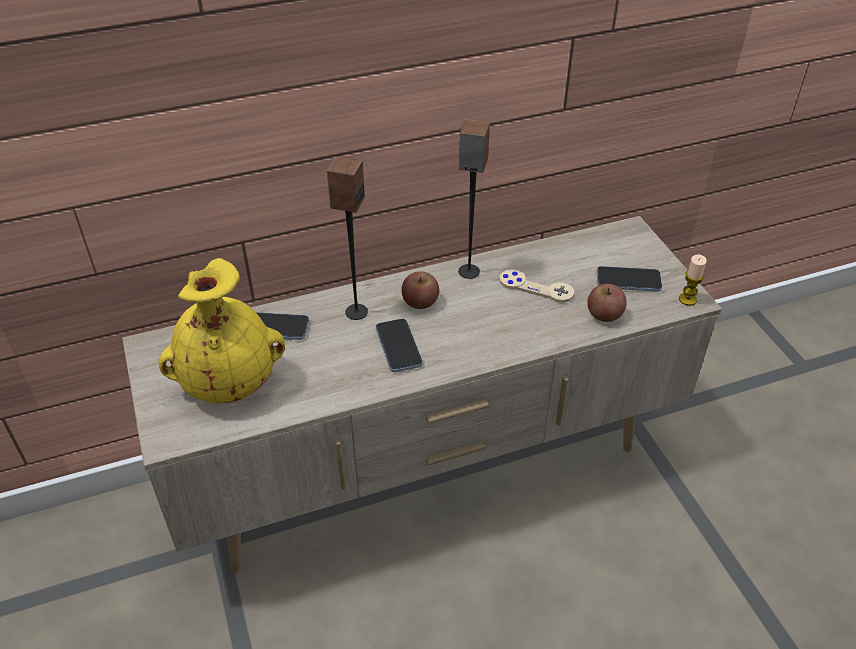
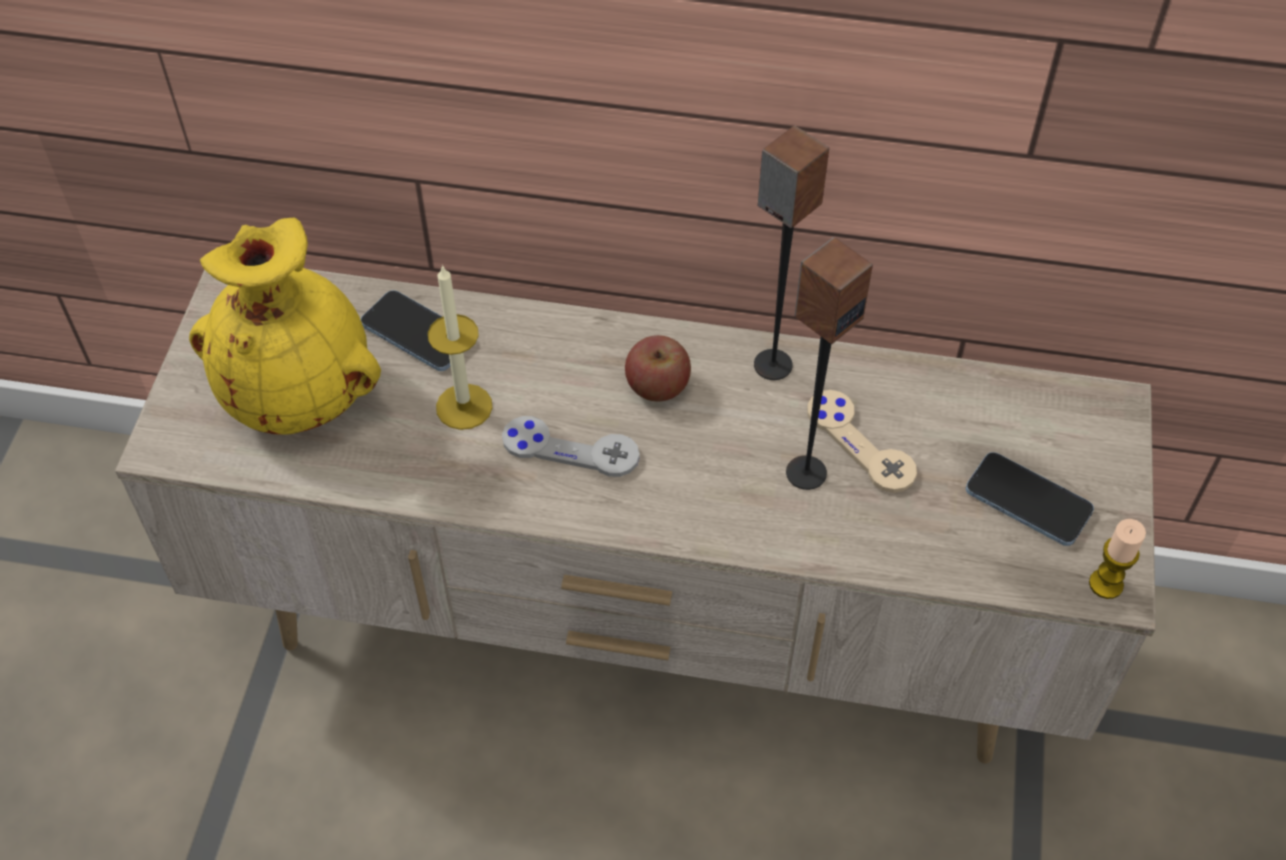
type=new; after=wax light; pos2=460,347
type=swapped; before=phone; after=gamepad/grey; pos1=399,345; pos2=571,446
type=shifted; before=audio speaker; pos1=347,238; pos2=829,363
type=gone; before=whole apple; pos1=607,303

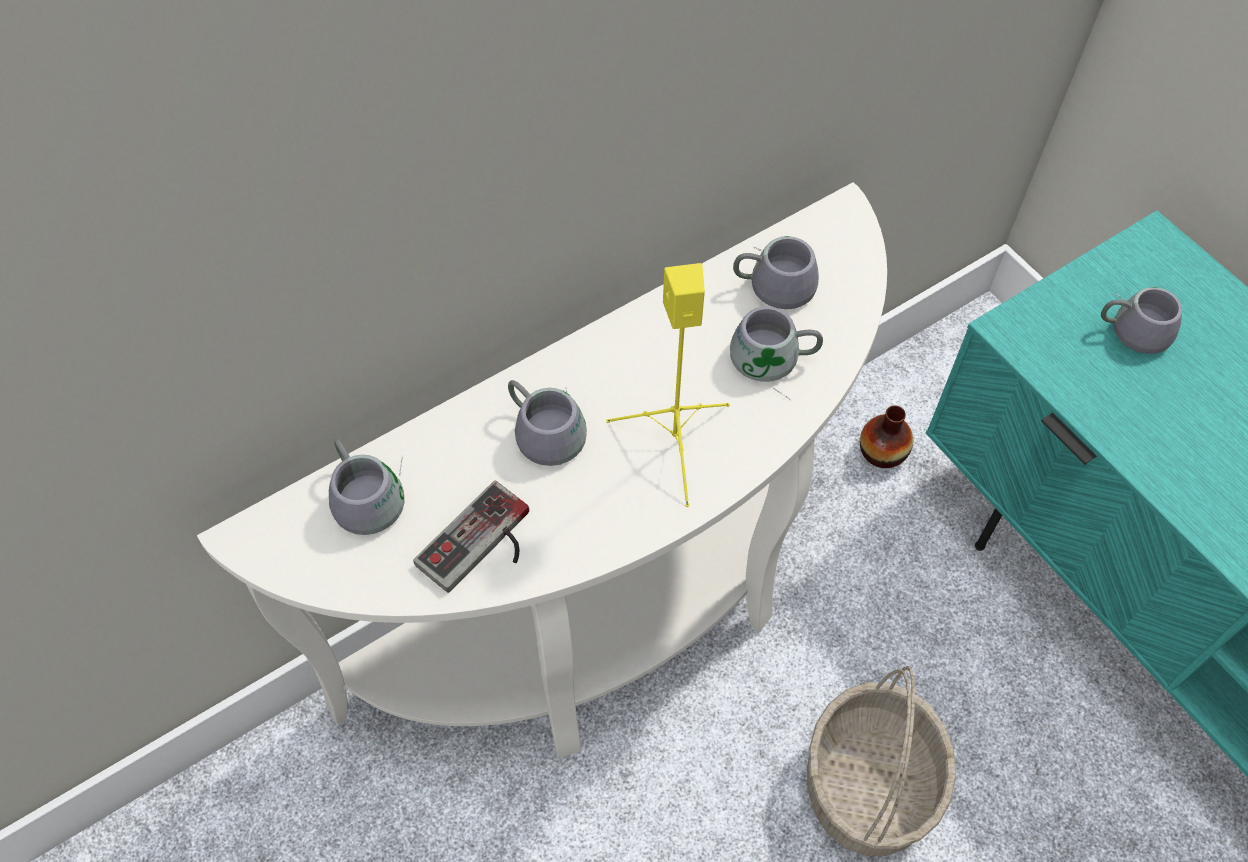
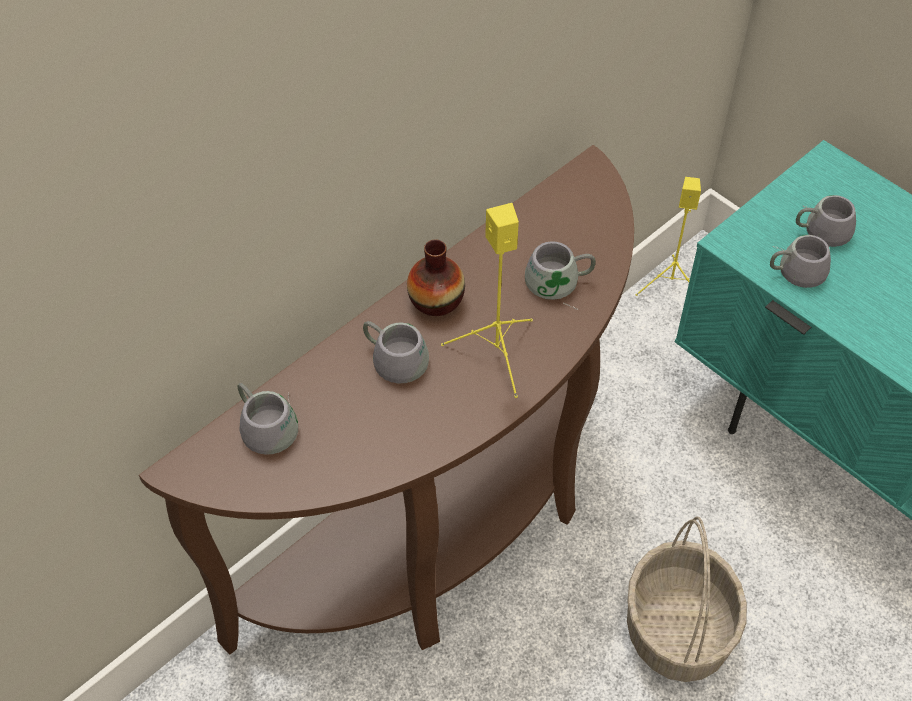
type=repainted; before=hall table/whitish; after=hall table/brown-coloured; pos1=542,470; pos2=386,400
type=shifted; before=decorative vase; pos1=886,436; pos2=436,278
type=new; after=audio speaker/yellow-coloured; pos2=668,236
type=shifted; before=tea mug/grey; pos1=776,272; pos2=800,261
type=gone; before=gamepad; pos1=471,537

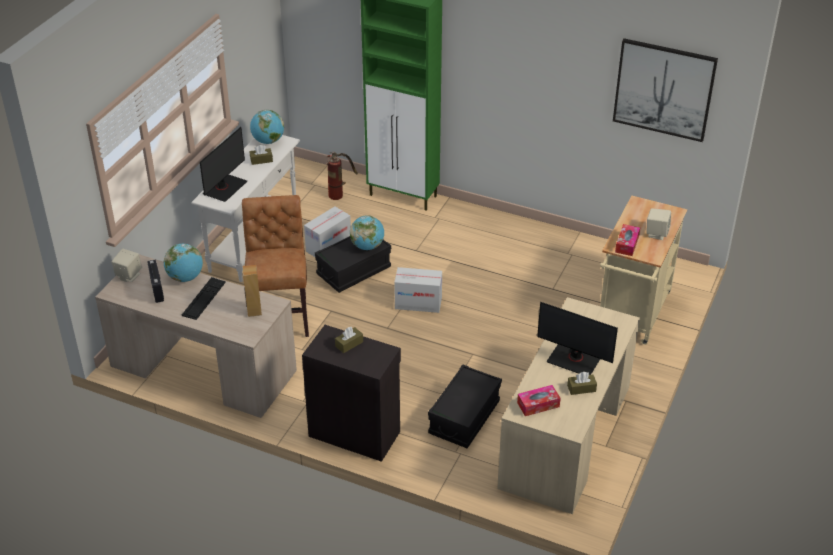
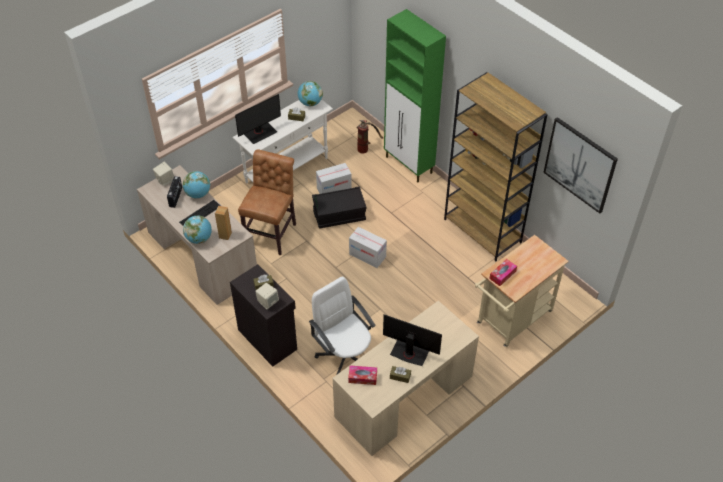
type=shifted; before=world globe; pos1=367,232; pos2=197,229
type=shifted; before=audio speaker/sand-coloured; pos1=658,224; pos2=267,296
type=swapped; before=storage container/black-coloured; after=desk chair/whitish; pos1=465,406; pos2=342,326
type=rotated; before=computer display; pos1=577,338; pos2=412,340; turn=150
type=new; after=bookshelf/brown-coloured; pos2=496,166

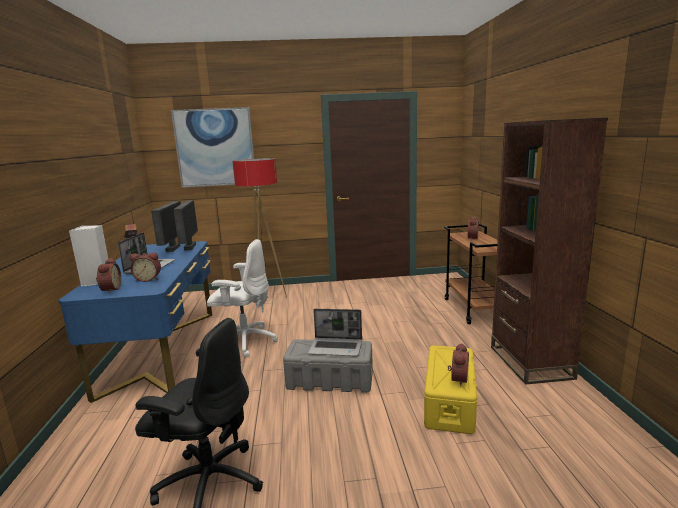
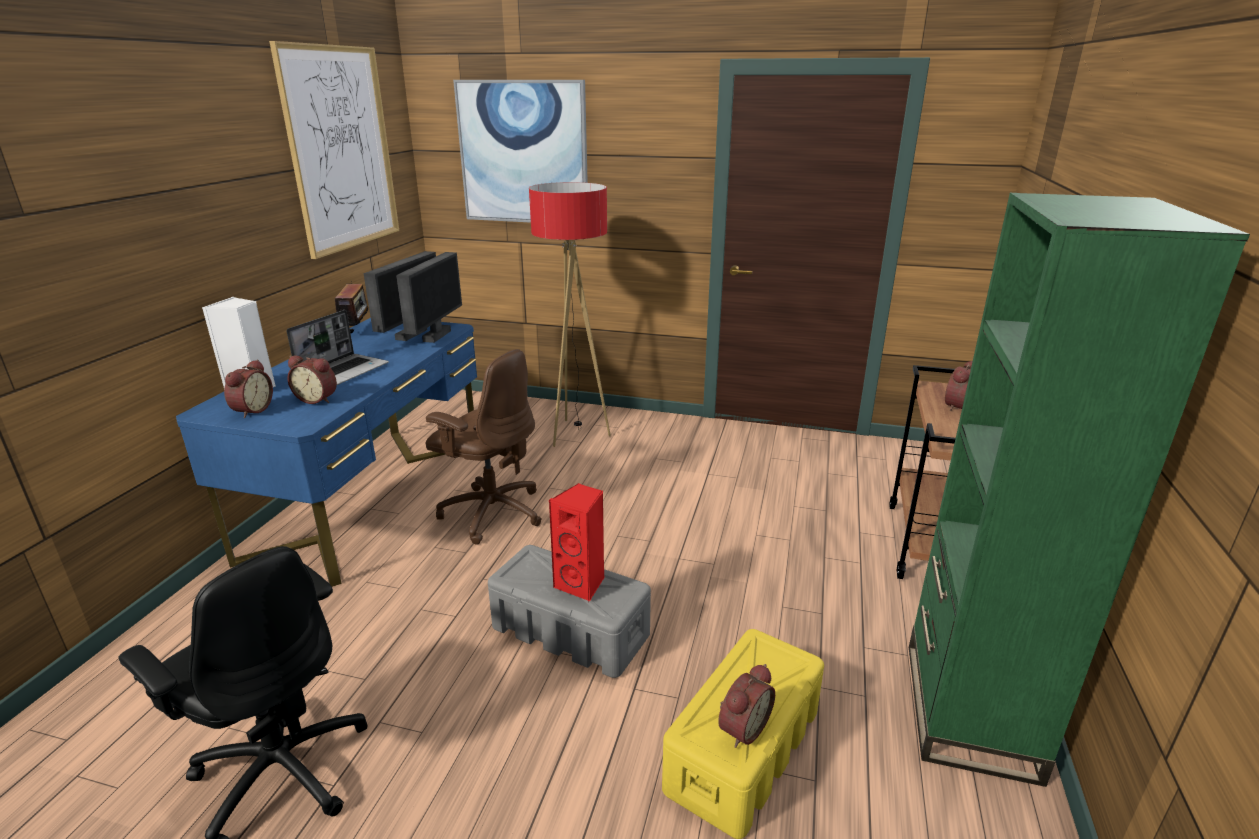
type=new; after=picture; pos2=334,150
type=repainted; before=desk chair/whitish; after=desk chair/brown-coloured; pos1=242,298; pos2=484,447
type=swapped; before=notebook computer; after=audio speaker/red; pos1=335,332; pos2=577,542
type=repainted; before=bookshelf/brown-coloured; after=bookshelf/greenish; pos1=549,251; pos2=1079,490

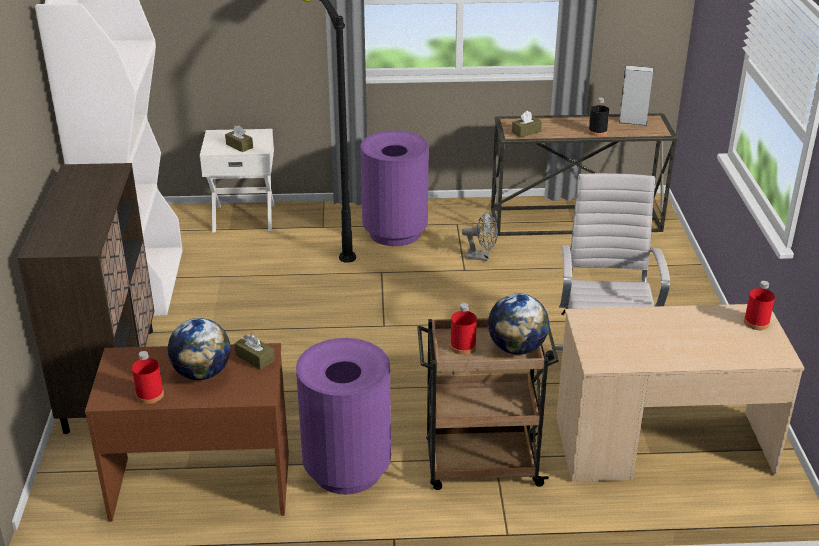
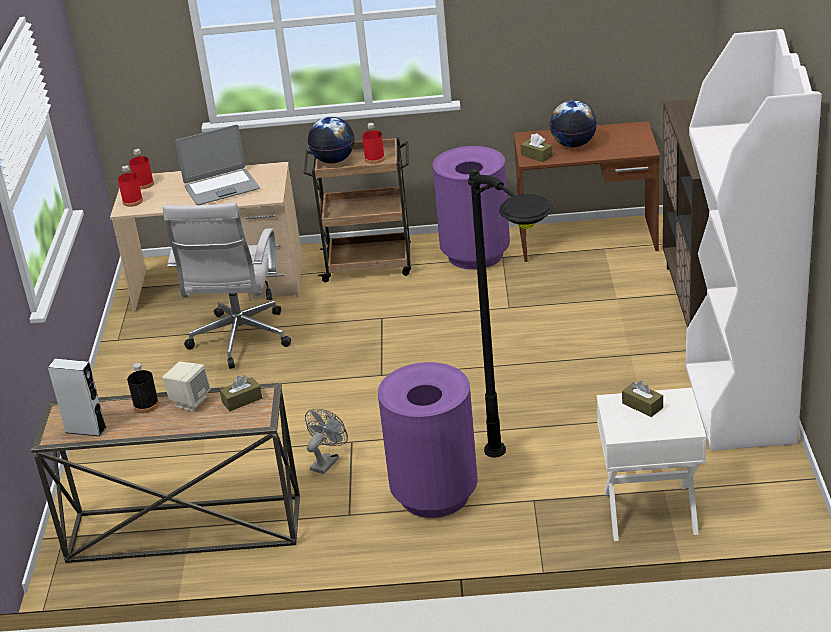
type=shifted; before=bottle/red; pos1=148,377; pos2=141,169
type=new; after=audio speaker/sand-coloured; pos2=186,386
type=new; after=notebook computer; pos2=217,165
type=rotated; before=fan/grey; pos1=480,236; pos2=326,441; turn=105

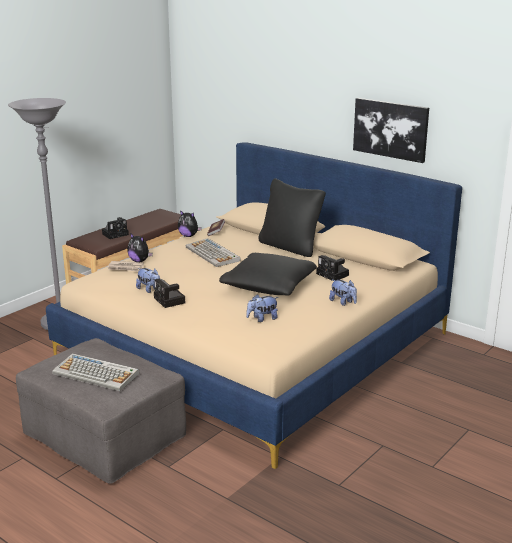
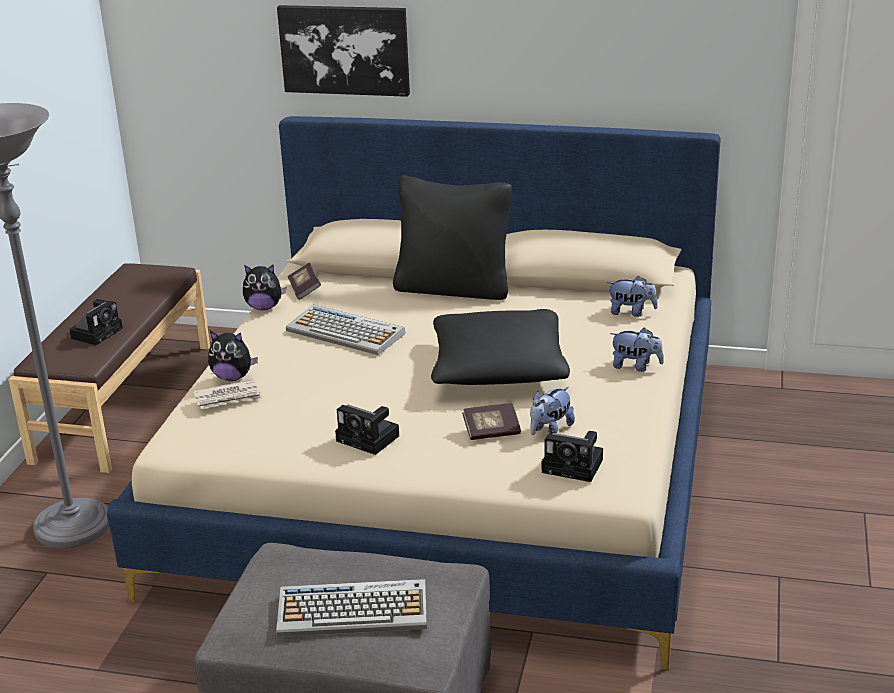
type=shifted; before=picture; pos1=391,130; pos2=343,51
type=new; after=volume; pos2=491,421
type=shifted; before=photo camera; pos1=332,268; pos2=572,456
type=shifted; before=soft toy; pos1=148,280; pos2=632,296

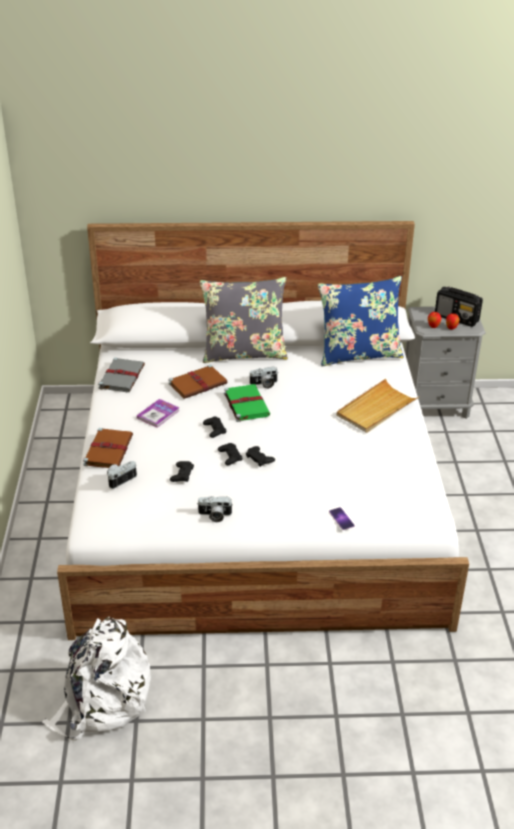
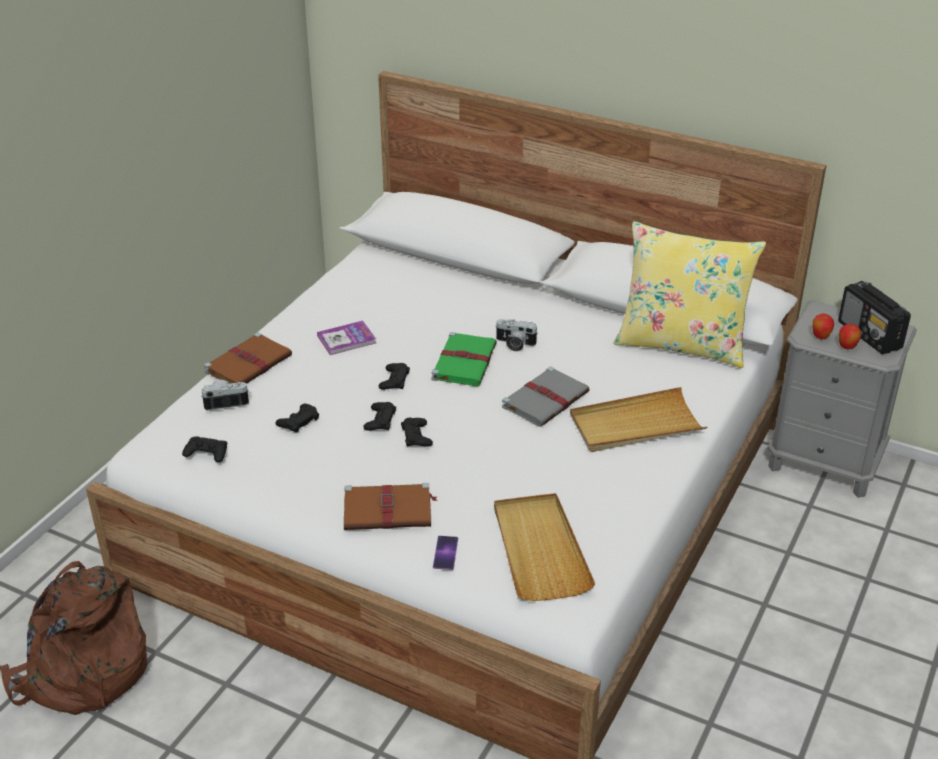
type=repainted; before=backpack/whitish; after=backpack/brown-coloured; pos1=96,679; pos2=73,638
type=new; after=gamepad/black-coloured; pos2=204,449
type=shifted; before=volume/brown-coloured; pos1=198,382; pos2=391,506
type=new; after=serving tray/sand-coloured; pos2=544,547
type=shifted; before=volume/grey; pos1=121,375; pos2=546,397
type=repainted; before=cushion/blue-coloured; after=cushion/yellow-coloured; pos1=361,321; pos2=690,294
type=gone; before=photo camera; pos1=215,509
type=gone; before=cushion/grey; pos1=244,320

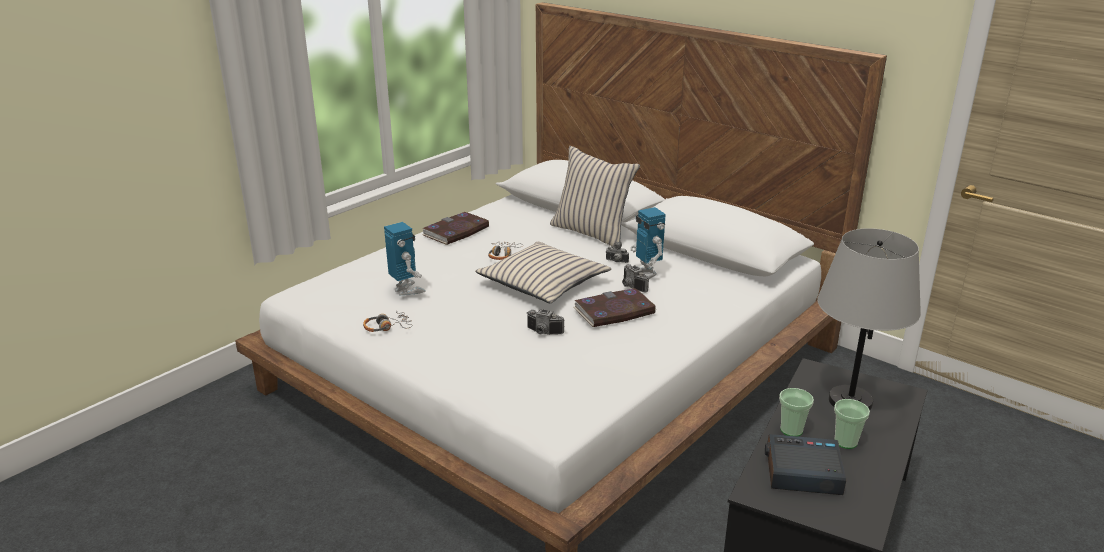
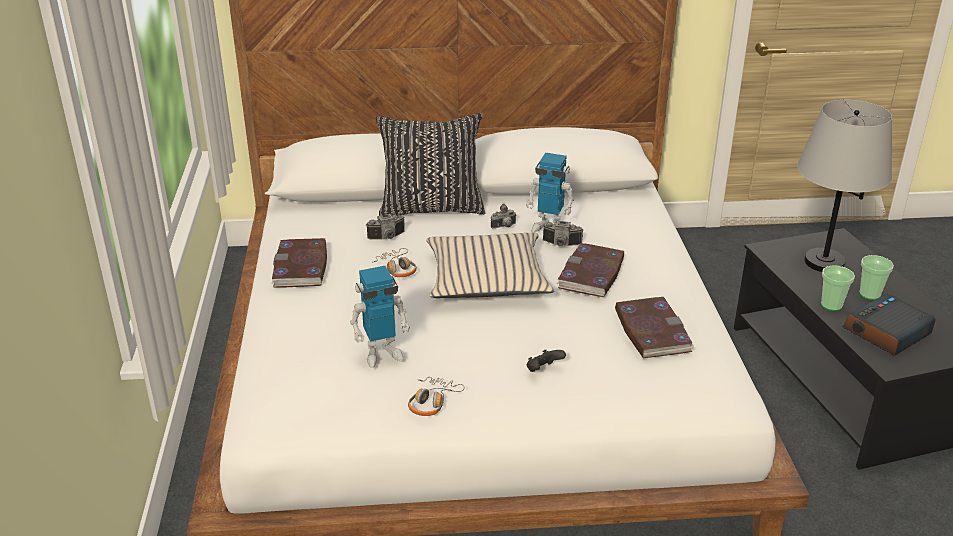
type=rotated; before=robot figure; pos1=405,258; pos2=380,317; turn=150
type=shifted; before=photo camera; pos1=546,322; pos2=385,226
type=repainted; before=cushion/sand-coloured; after=cushion/black-coloured; pos1=595,196; pos2=430,164
type=new; after=gamepad/black-coloured; pos2=546,361
type=new; after=volume; pos2=655,327

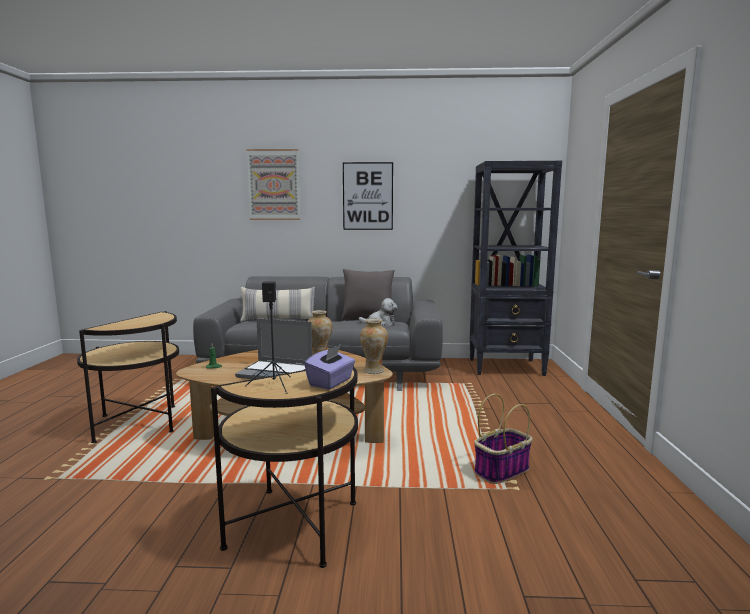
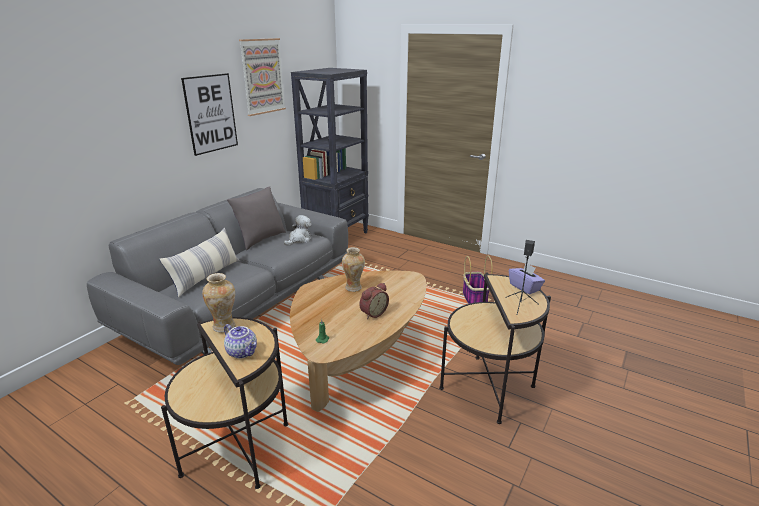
type=shifted; before=decorative vase; pos1=374,346; pos2=218,303
type=new; after=tea pot; pos2=240,341
type=shifted; before=picture; pos1=273,184; pos2=262,77
type=swapped; before=notebook computer; after=table clock; pos1=273,348; pos2=374,301

